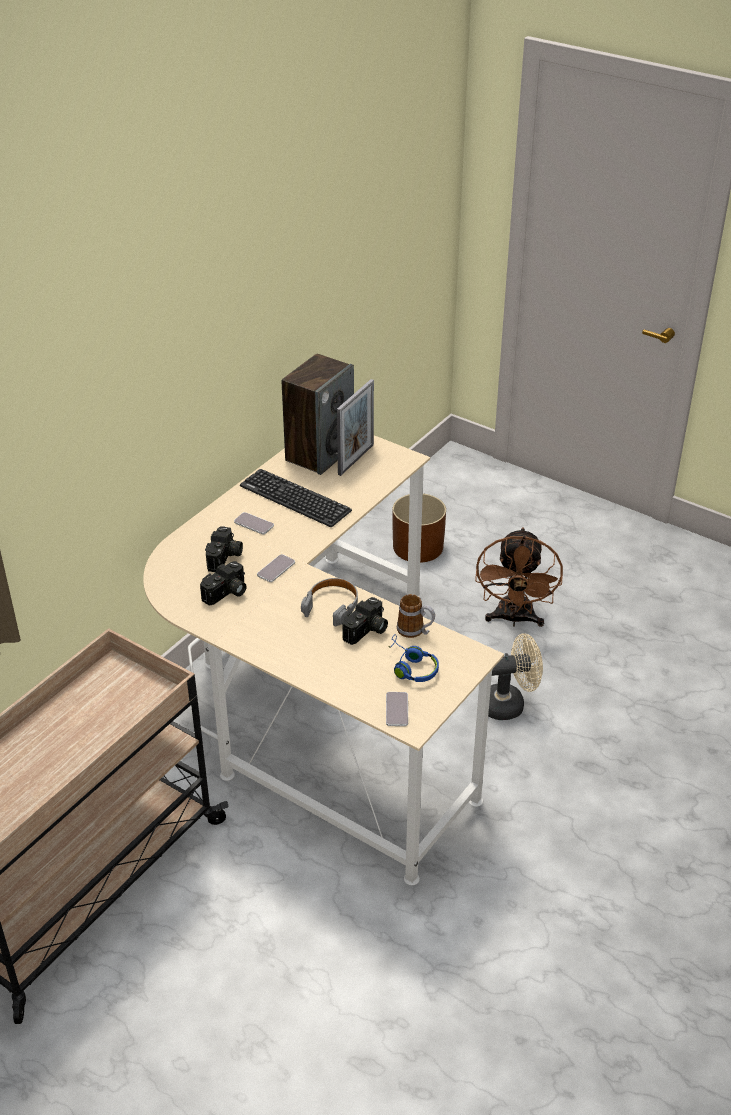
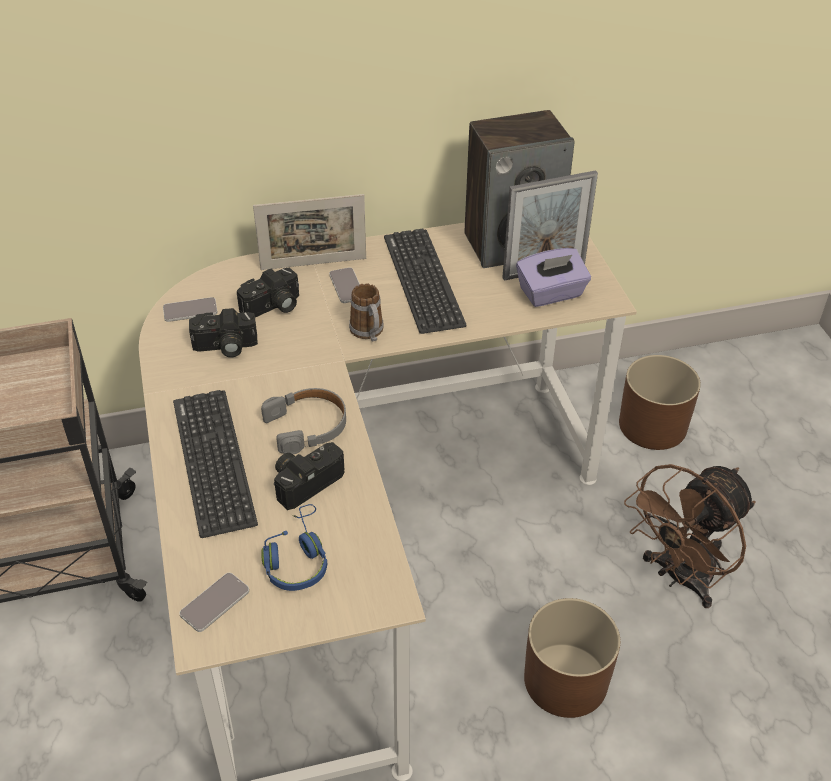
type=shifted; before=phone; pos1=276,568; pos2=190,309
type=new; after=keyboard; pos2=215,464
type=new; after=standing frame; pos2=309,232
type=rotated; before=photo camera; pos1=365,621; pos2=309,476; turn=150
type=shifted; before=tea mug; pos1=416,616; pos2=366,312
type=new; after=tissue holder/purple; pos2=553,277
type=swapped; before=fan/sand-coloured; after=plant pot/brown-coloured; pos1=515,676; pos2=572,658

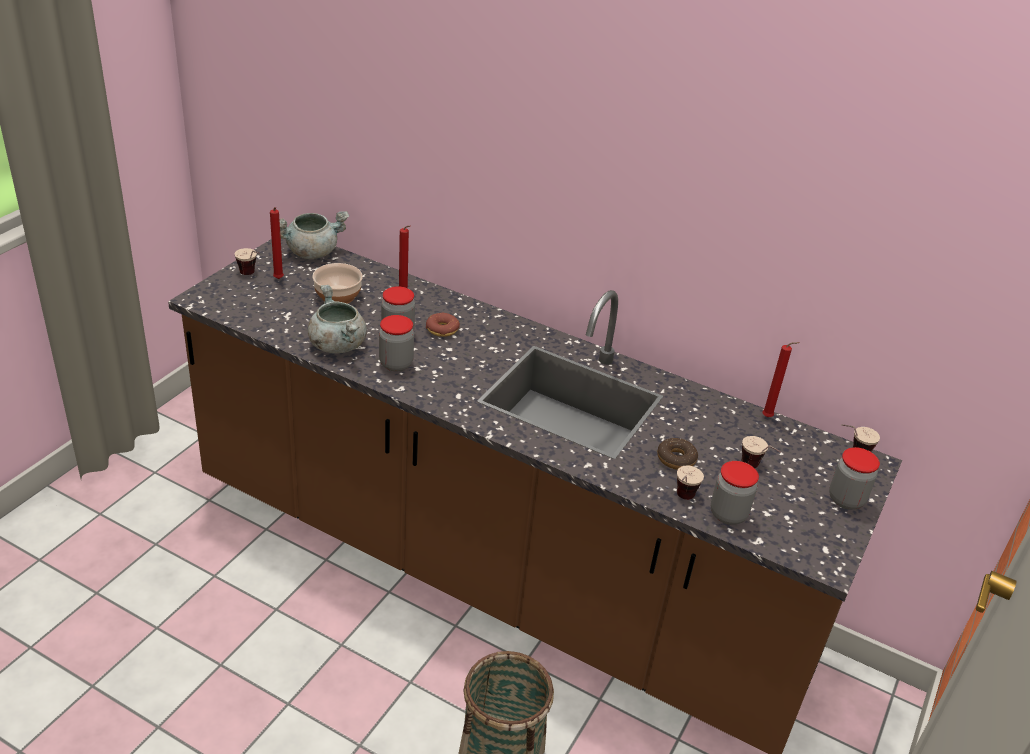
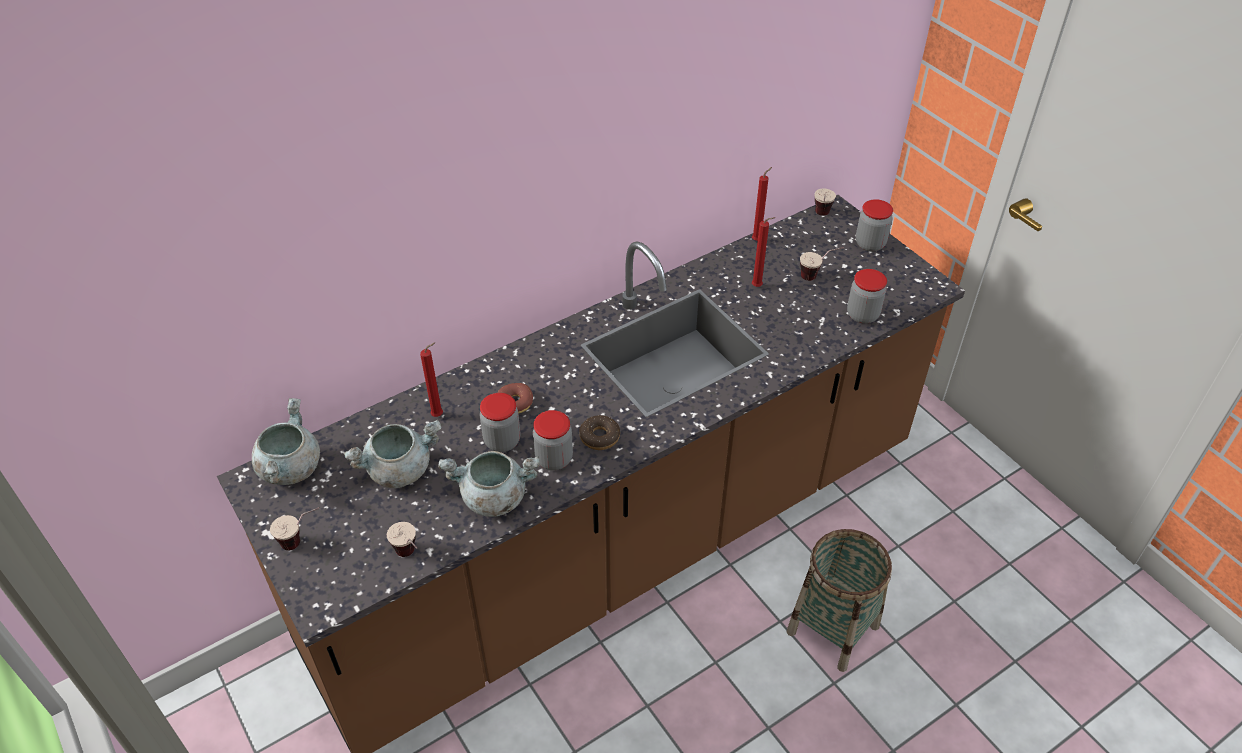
type=swapped; before=bowl; after=stockpot/grey; pos1=337,283; pos2=392,453
type=shifted; before=drinking cup; pos1=690,483; pos2=402,539
type=shifted; before=donut; pos1=677,454; pos2=599,432
type=shifted; before=wax light/red; pos1=277,243; pos2=763,252

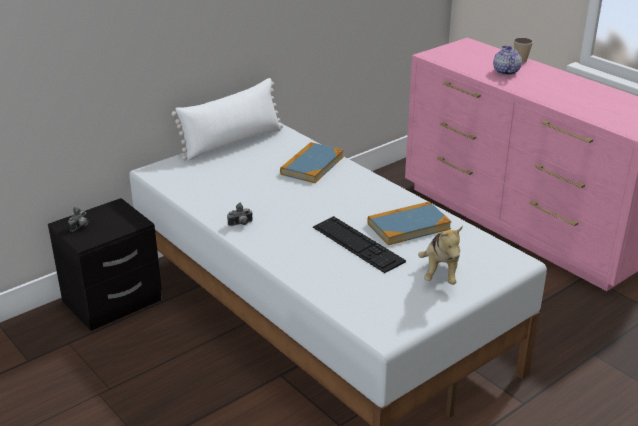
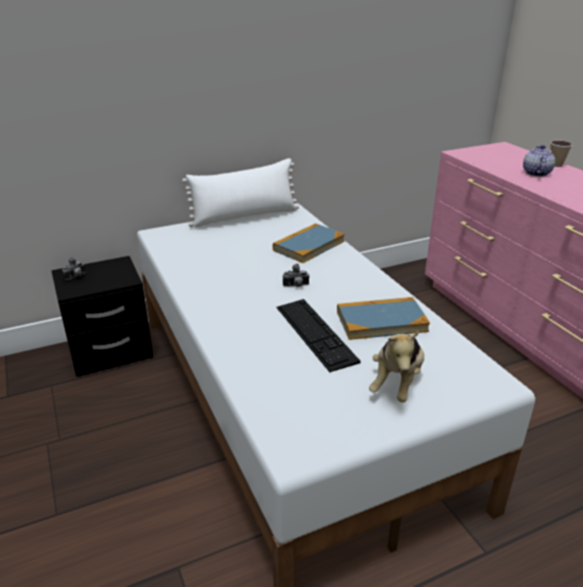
type=shifted; before=photo camera; pos1=240,214; pos2=296,275

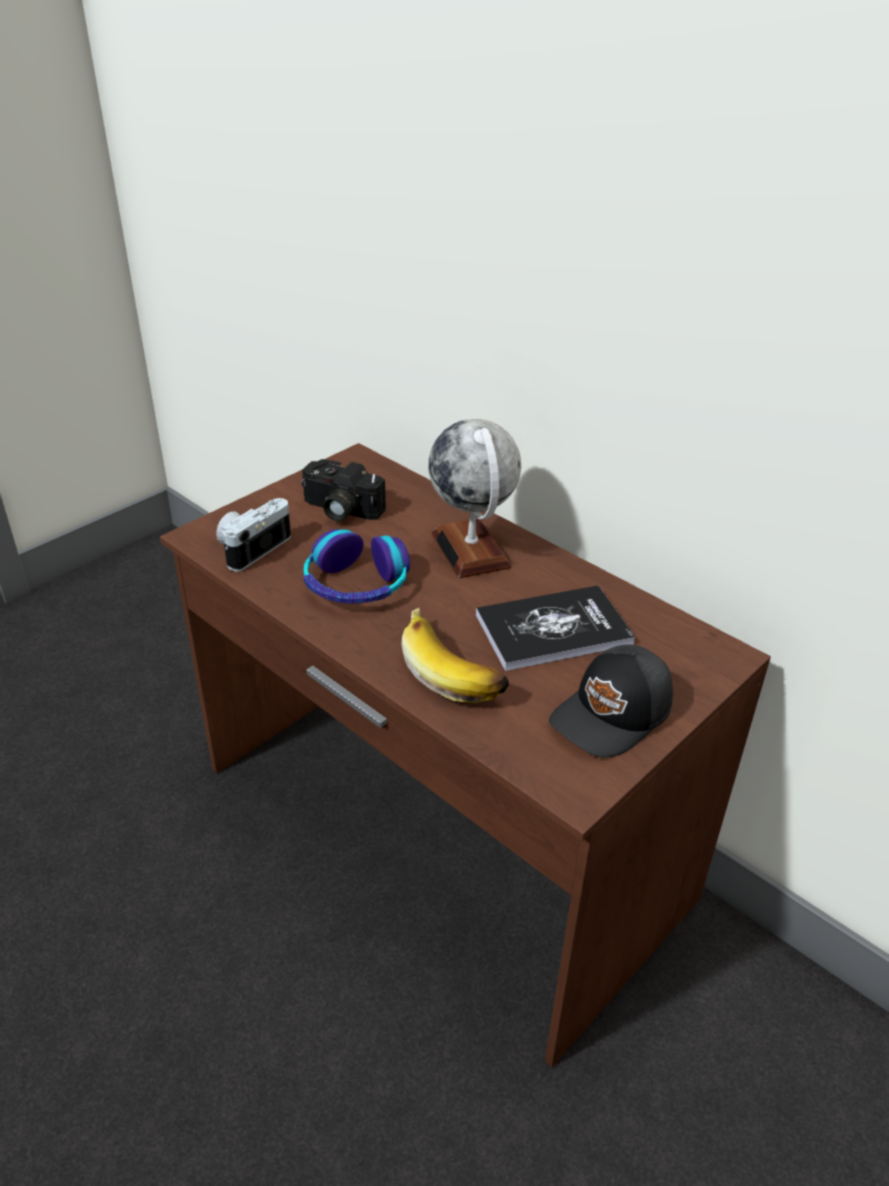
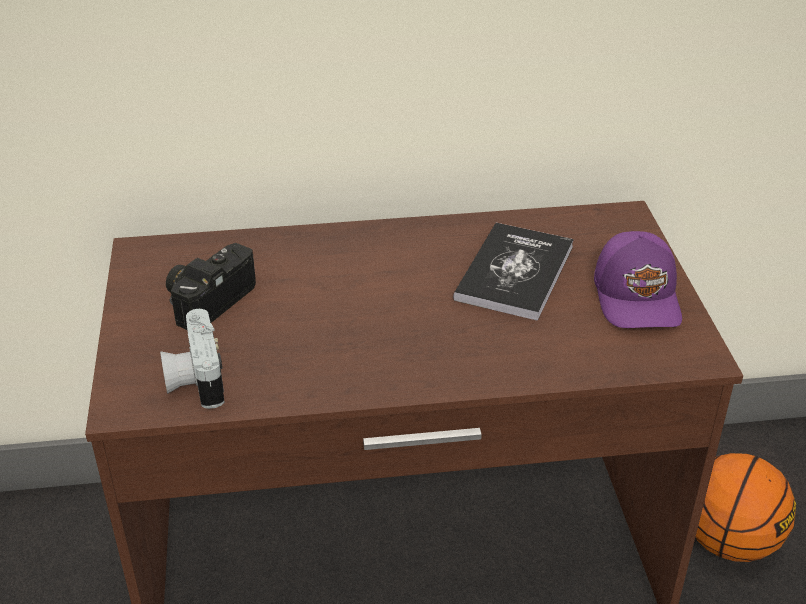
type=rotated; before=photo camera; pos1=343,490; pos2=211,286; turn=150
type=repainted; before=baseball cap/black-coloured; after=baseball cap/purple; pos1=611,701; pos2=638,279
type=new; after=basketball ball; pos2=746,507
type=gone; before=pair of headphones; pos1=357,566
type=gone; before=banana fruit; pos1=455,655
type=gone; before=world globe; pos1=475,498

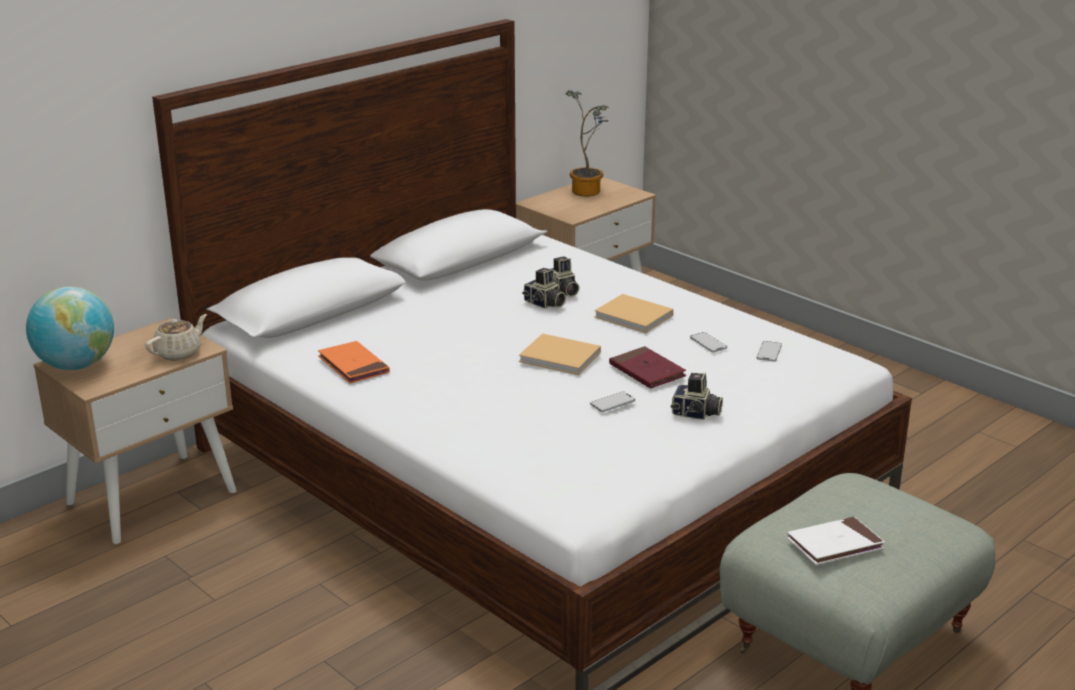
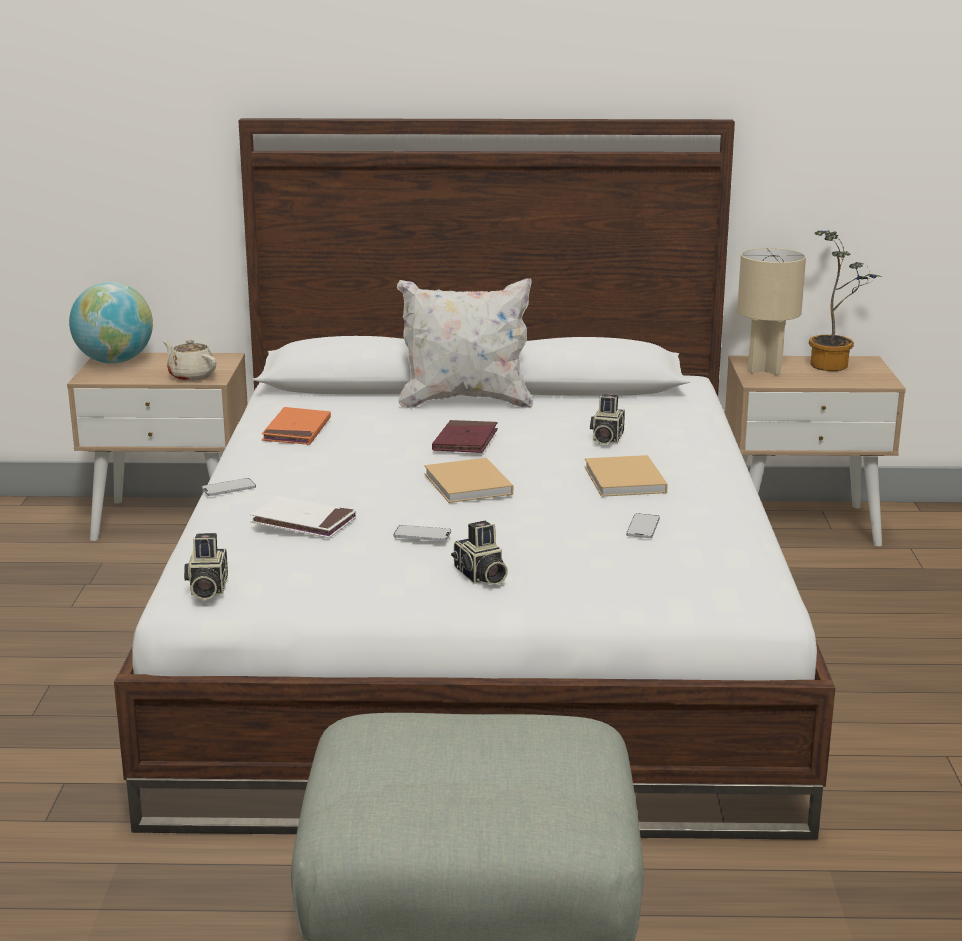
type=rotated; before=tea pot/sand-coloured; pos1=176,337; pos2=189,360; turn=-135
type=shifted; before=photo camera; pos1=544,288; pos2=206,566
type=shifted; before=phone; pos1=769,351; pos2=229,487
type=shifted; before=volume/whitish; pos1=836,540; pos2=303,517
type=new; after=cushion/whitish; pos2=465,343
type=shifted; before=volume/red; pos1=647,367; pos2=465,436
type=new; after=lamp for a table/sand-coloured; pos2=771,311

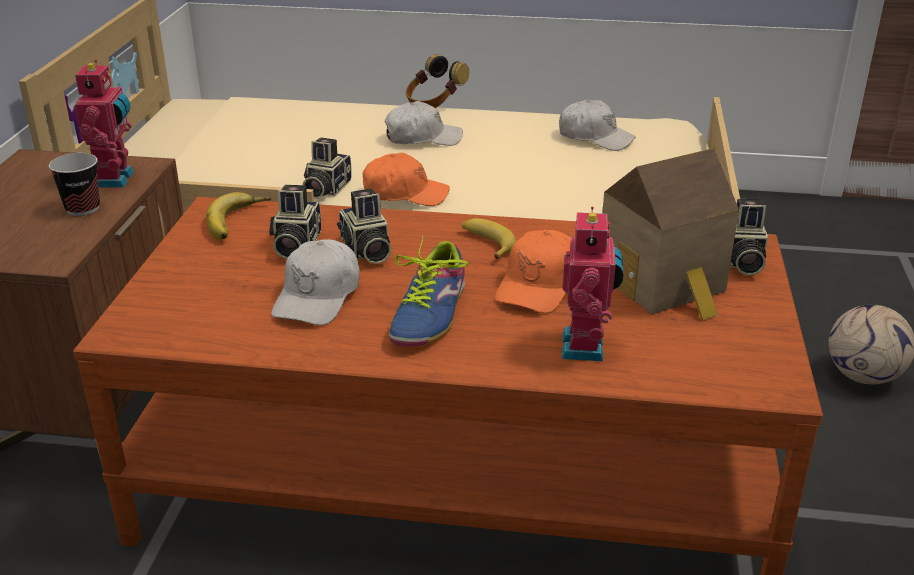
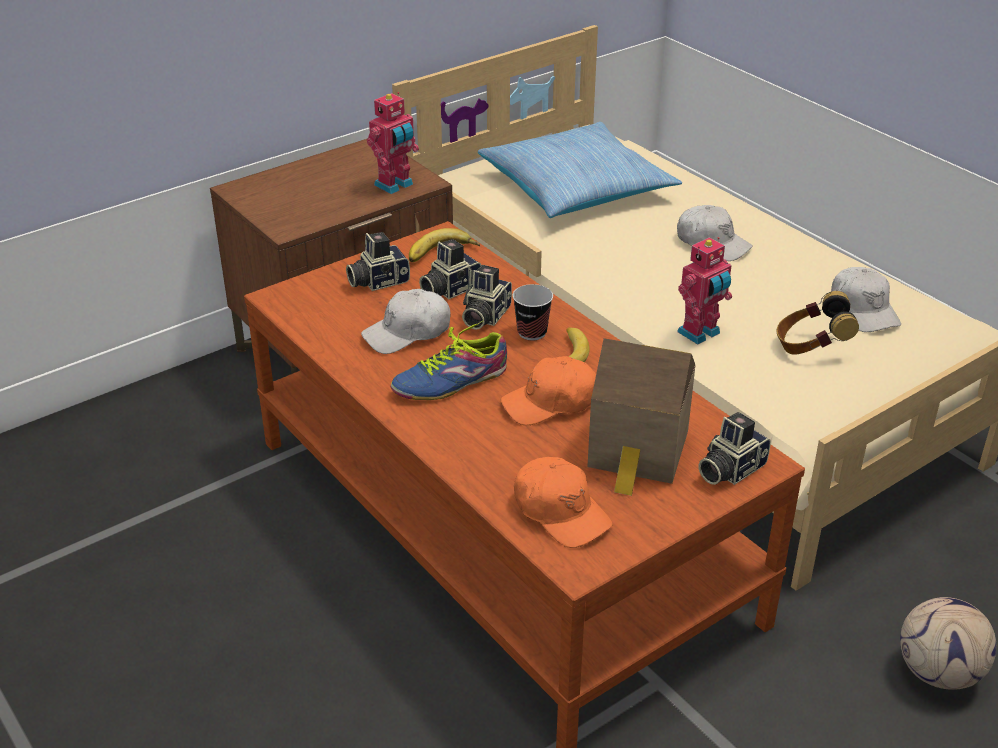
type=shifted; before=photo camera; pos1=327,168; pos2=378,261
type=new; after=cushion; pos2=580,170
type=shifted; before=drinking cup; pos1=74,184; pos2=532,312
type=shifted; before=baseball cap/orange; pos1=406,179; pos2=563,502
type=shifted; before=robot figure; pos1=592,283; pos2=704,291
type=shifted; before=pair of headphones; pos1=437,81; pos2=817,322

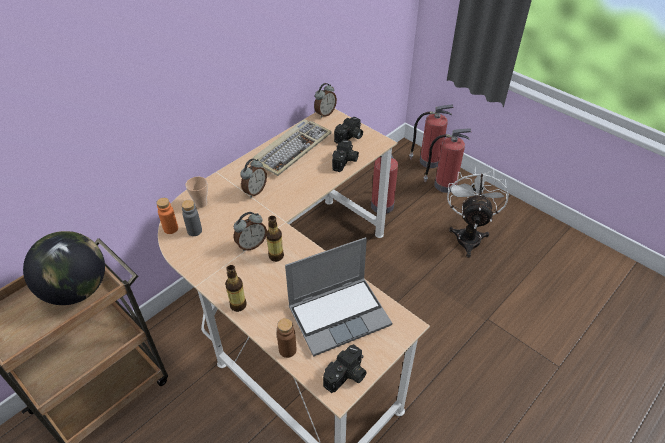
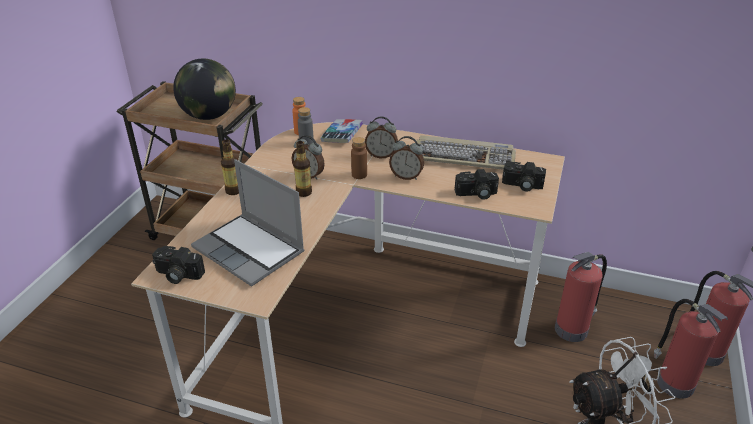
type=swapped; before=drinking cup; after=volume; pos1=196,192; pos2=342,131
type=shifted; before=bottle/brown-coloured; pos1=287,338; pos2=359,158
type=shifted; before=table clock; pos1=325,100; pos2=406,158

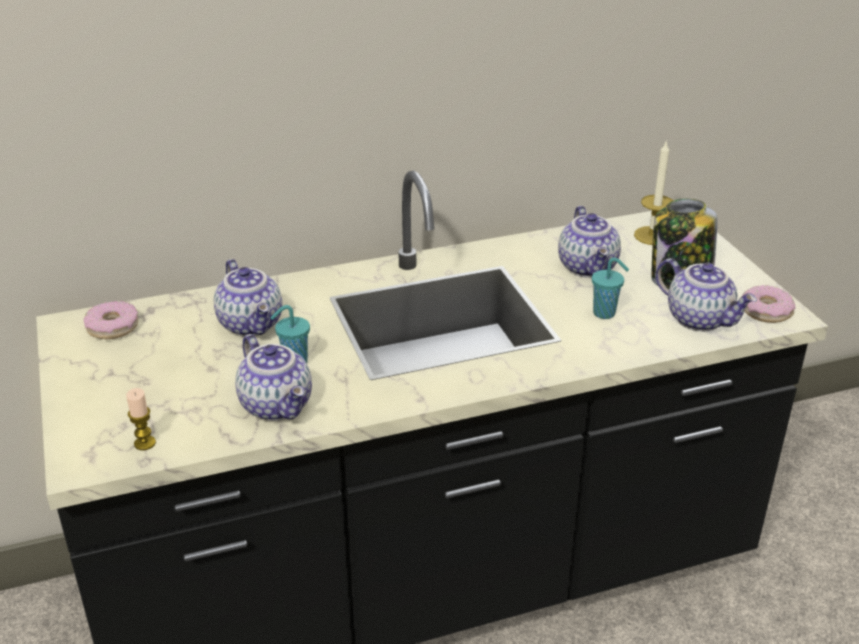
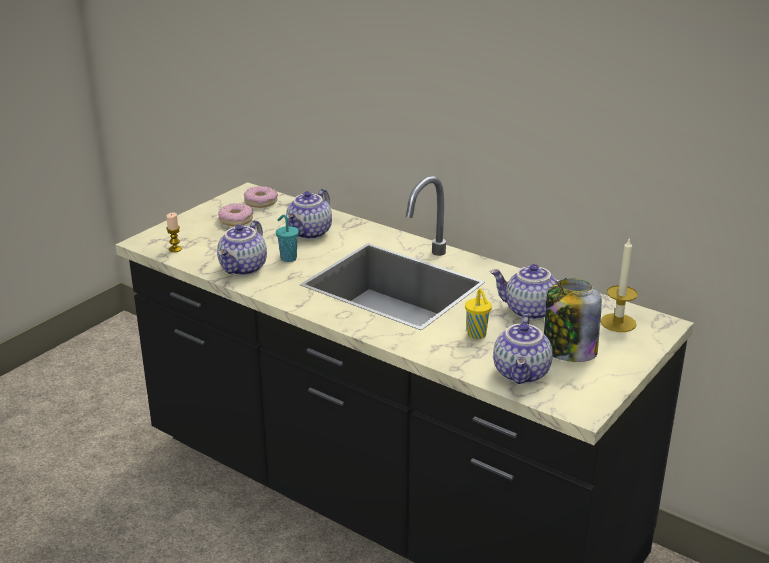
type=shifted; before=donut; pos1=769,304; pos2=235,214
type=repainted; before=drinking cup/turquoise-coloured; after=drinking cup/yellow-coloured; pos1=610,288; pos2=478,314
type=rotated; before=tea pot; pos1=589,242; pos2=529,292; turn=60

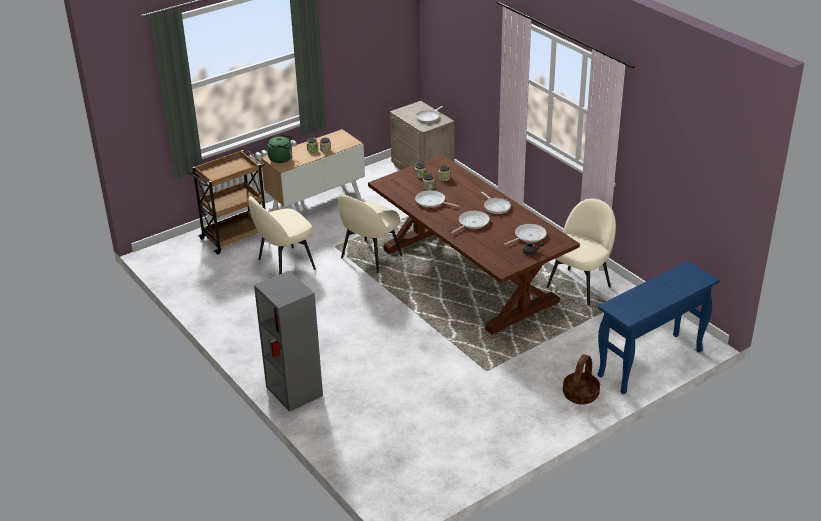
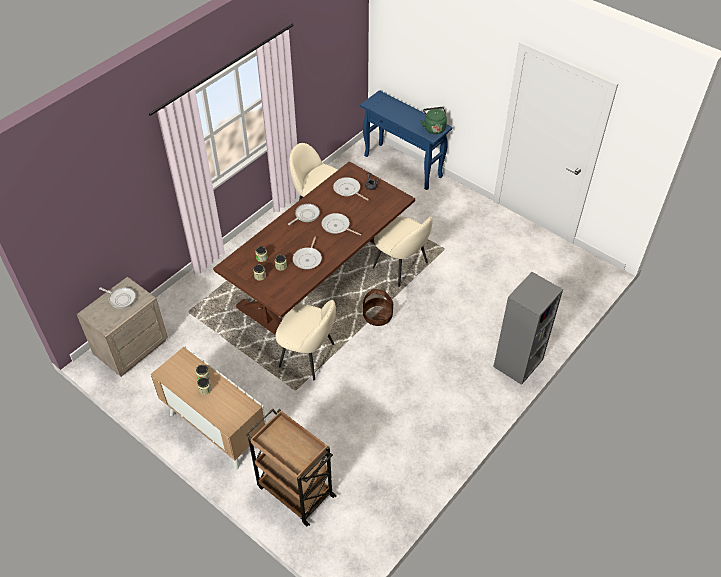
type=shifted; before=basket; pos1=581,379; pos2=378,307
type=shifted; before=plain chair/sand-coloured; pos1=282,235; pos2=403,251
type=shifted; before=kettle/greenish; pos1=280,148; pos2=433,120

